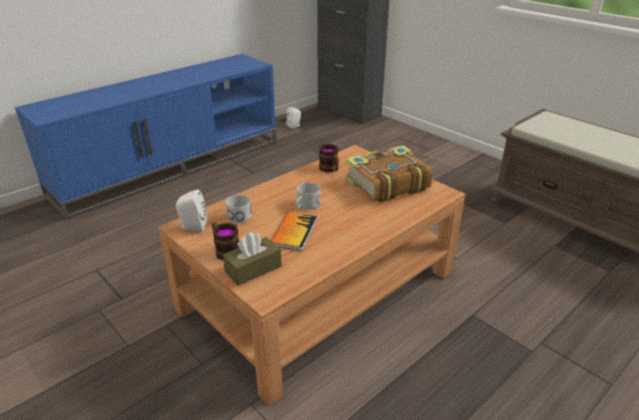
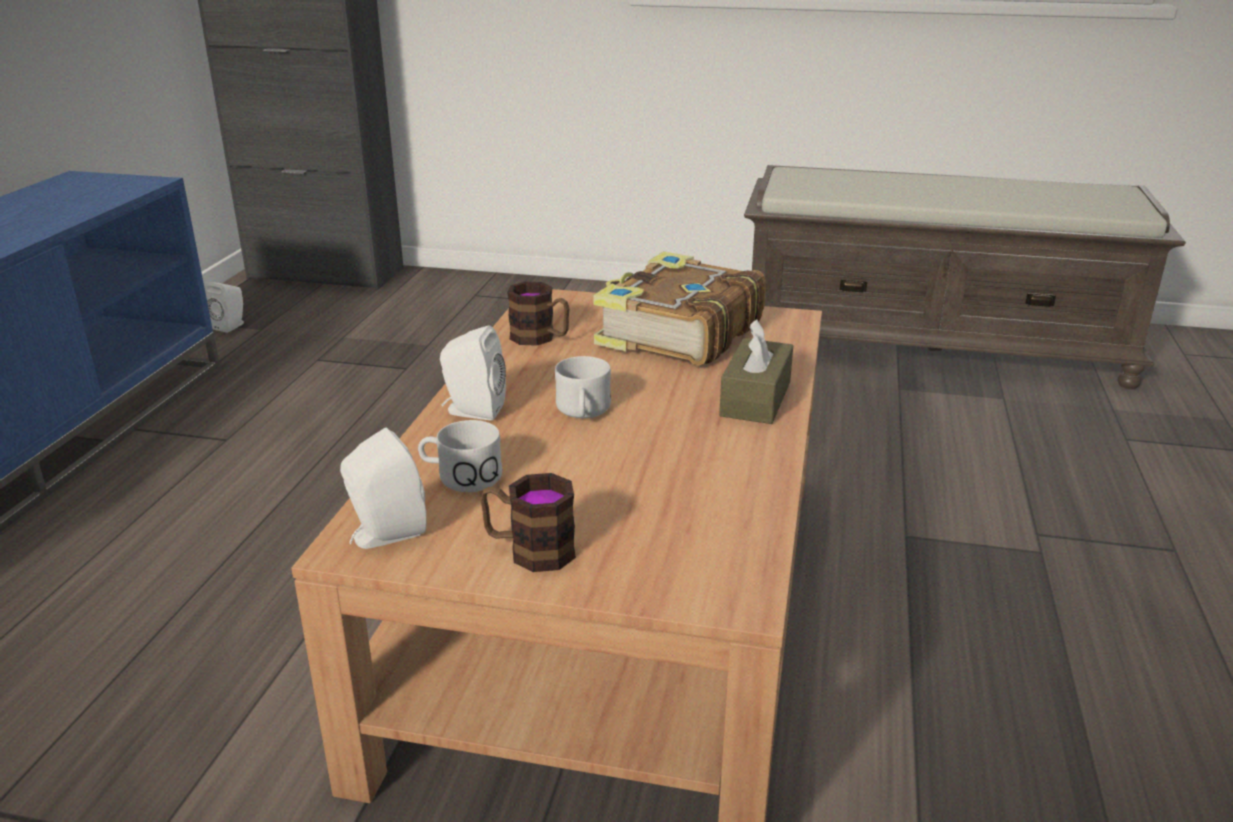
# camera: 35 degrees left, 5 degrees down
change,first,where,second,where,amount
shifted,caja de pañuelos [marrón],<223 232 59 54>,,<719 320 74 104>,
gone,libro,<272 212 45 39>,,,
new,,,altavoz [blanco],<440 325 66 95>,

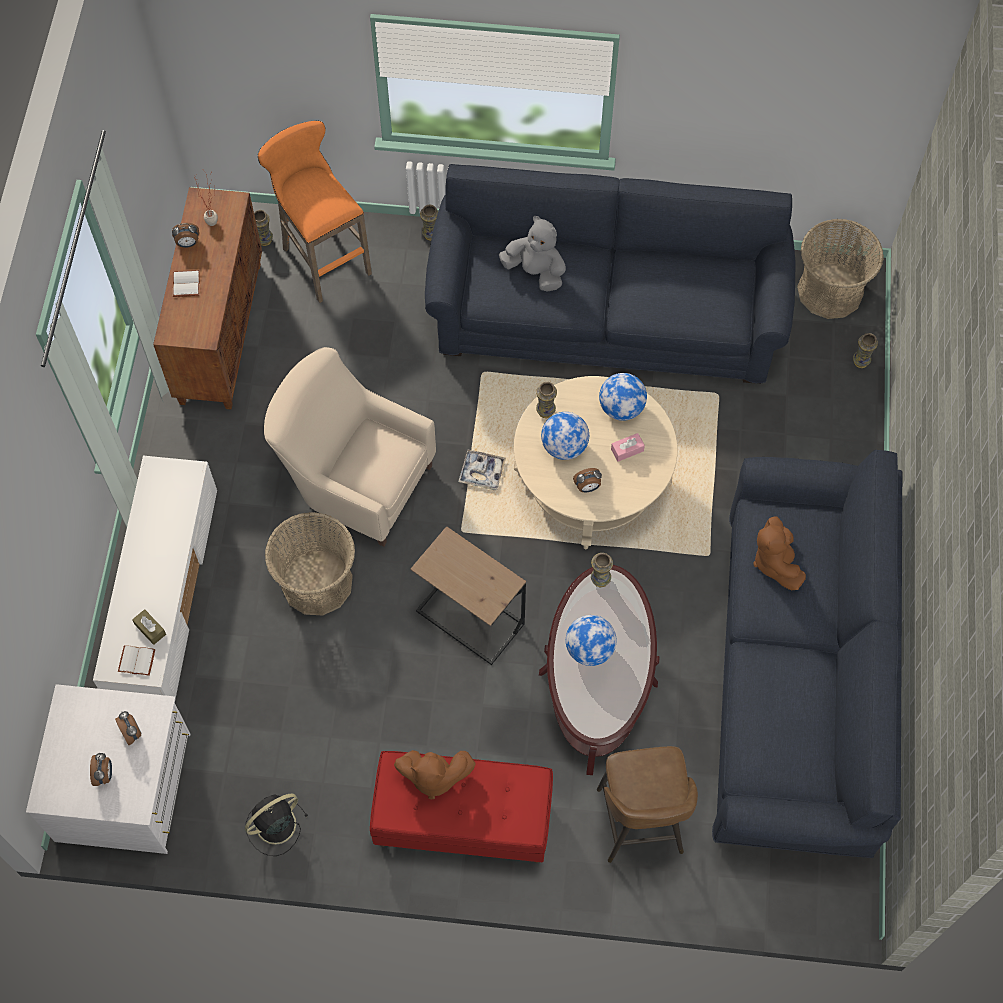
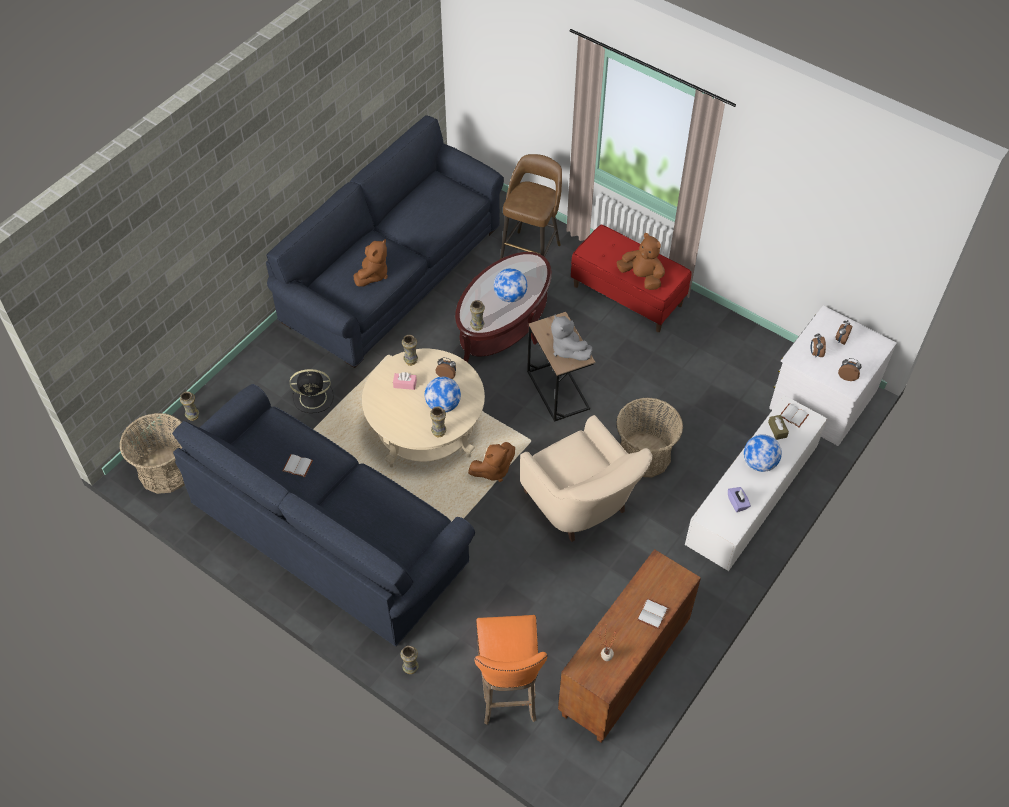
# camera: 150 degrees left, 10 degrees down
change,first,where,second,where,amount
shifted,despertador,<172 223 27 25>,,<838 358 23 23>,
shifted,ventilador [negro],<245 793 63 63>,,<290 369 44 44>,
shifted,florero,<254 210 19 36>,,<402 335 16 31>,
swapped,bandeja,<458 450 48 40>,peluche [marrón],<468 442 47 40>,
shifted,peluche [gris],<499 216 67 75>,,<551 314 42 47>,
shifted,globo terráqueo,<599 373 48 48>,,<744 434 38 38>,
new,,,libro [blanco],<283 454 30 23>,
new,,,caja de pañuelos [morado],<728 487 23 25>,

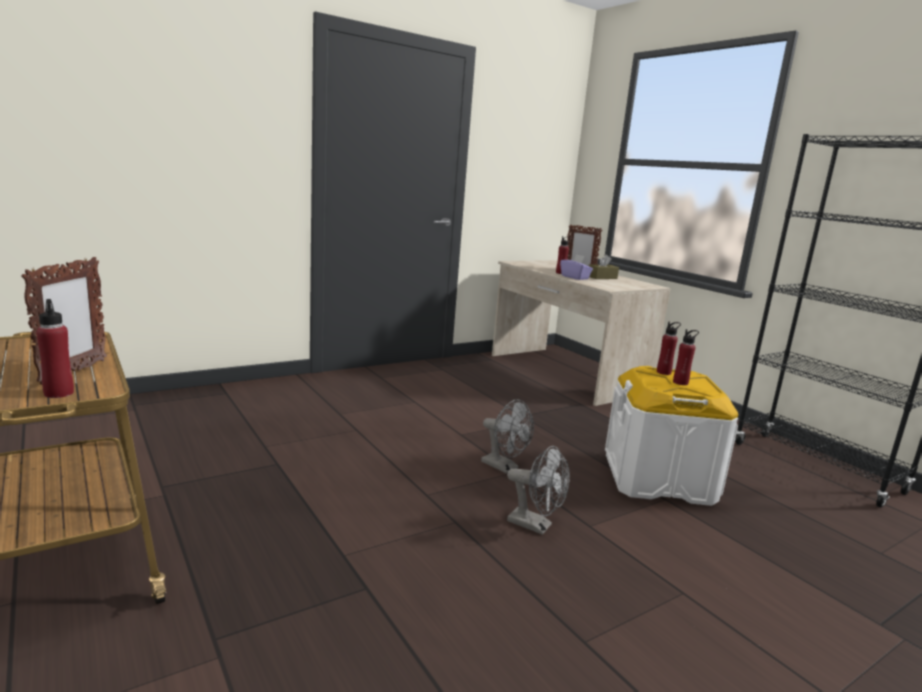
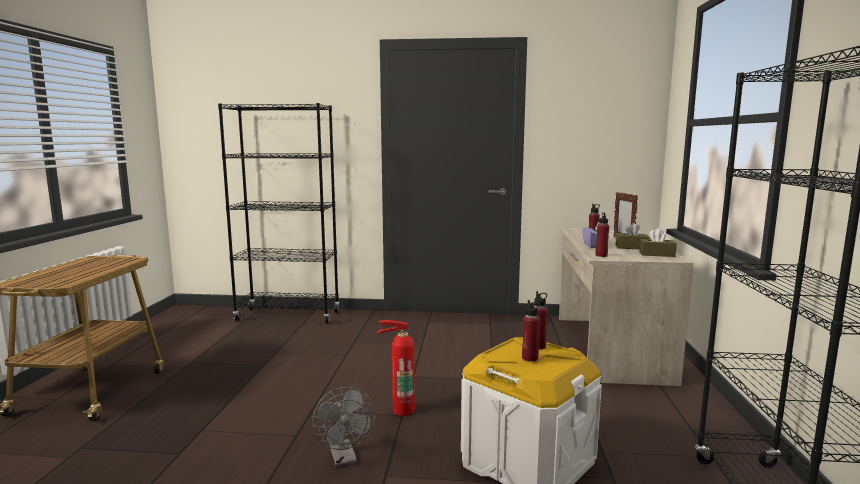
# camera: 40 degrees right, 5 degrees down
change,first,where,second,where,amount
gone,portarretratos,<21 257 86 128>,,,
shifted,botella [rojo],<36 299 38 99>,,<596 212 13 45>,
swapped,ventilador [gris],<481 399 53 75>,extintor,<377 320 38 96>,
new,,,estantería [negro],<218 103 122 221>,
new,,,caja de pañuelos [marrón],<639 228 38 29>,

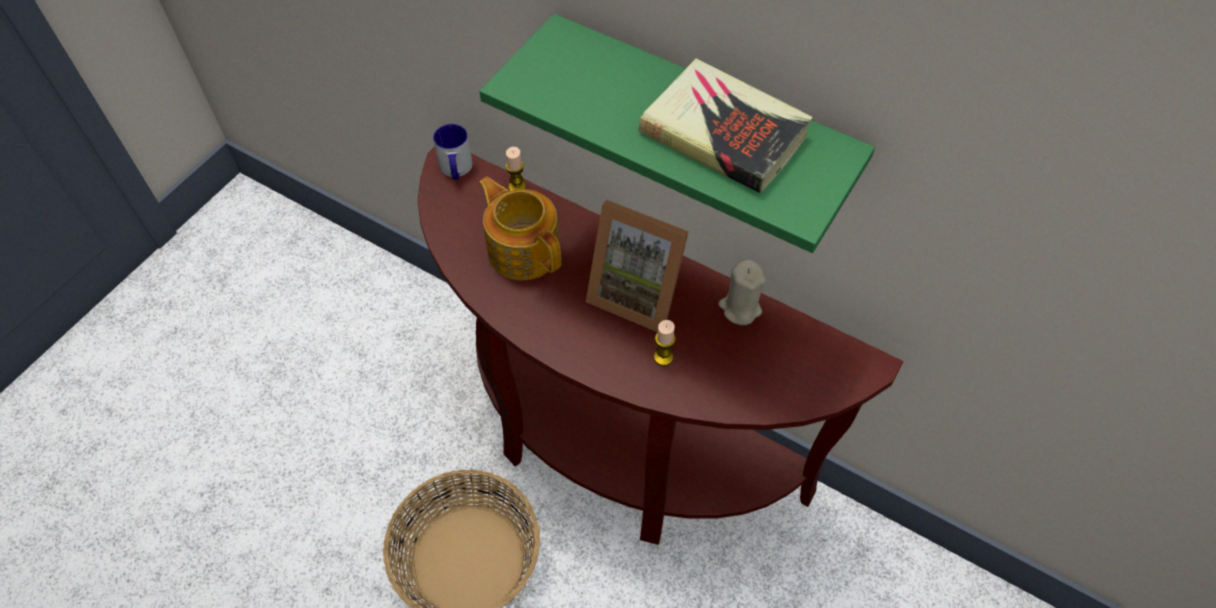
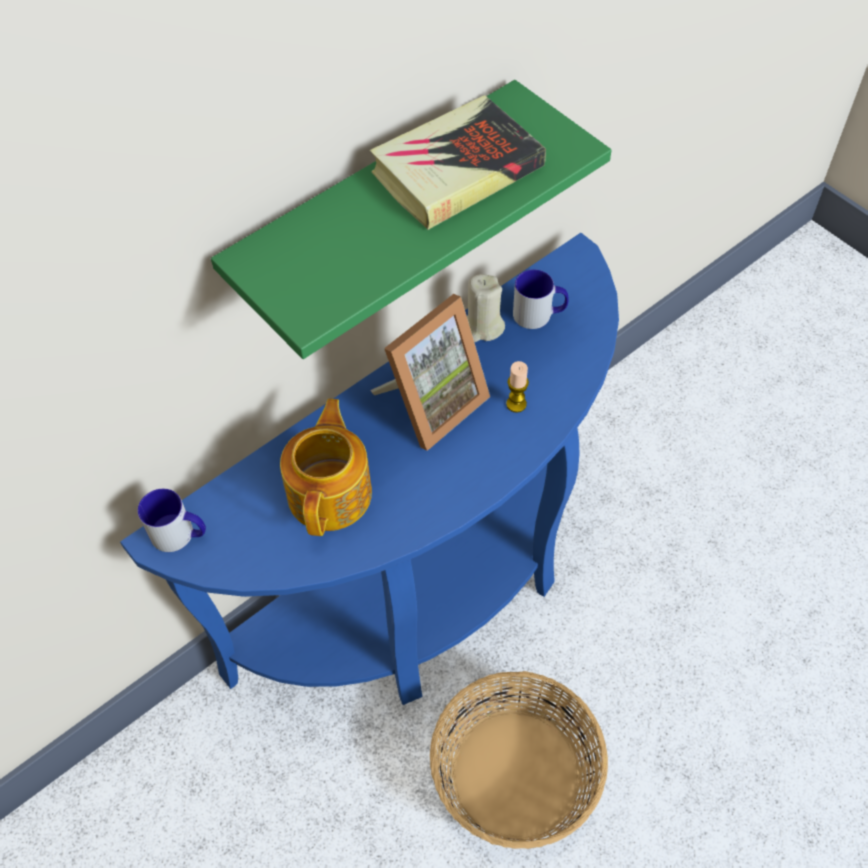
# camera: 70 degrees left, 0 degrees up
change,first,where,second,where,amount
repainted,mesa consola [marrón],<418 146 485 399>,mesa consola [azul],<120 233 499 472>,
rotated,tetera,<479 177 82 103>,,<280 399 92 137>,120 degrees clockwise
gone,vela,<506 147 20 44>,,,
new,,,taza grande,<513 269 56 60>,

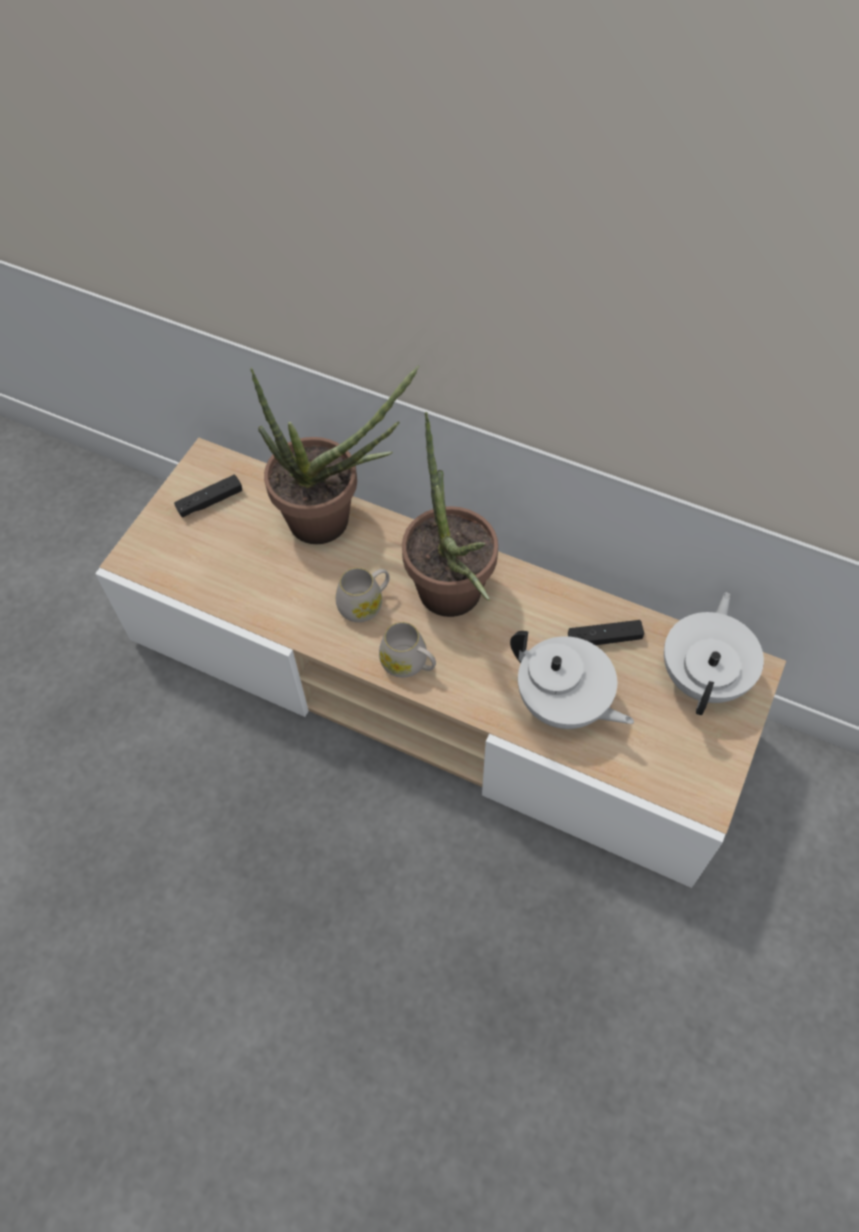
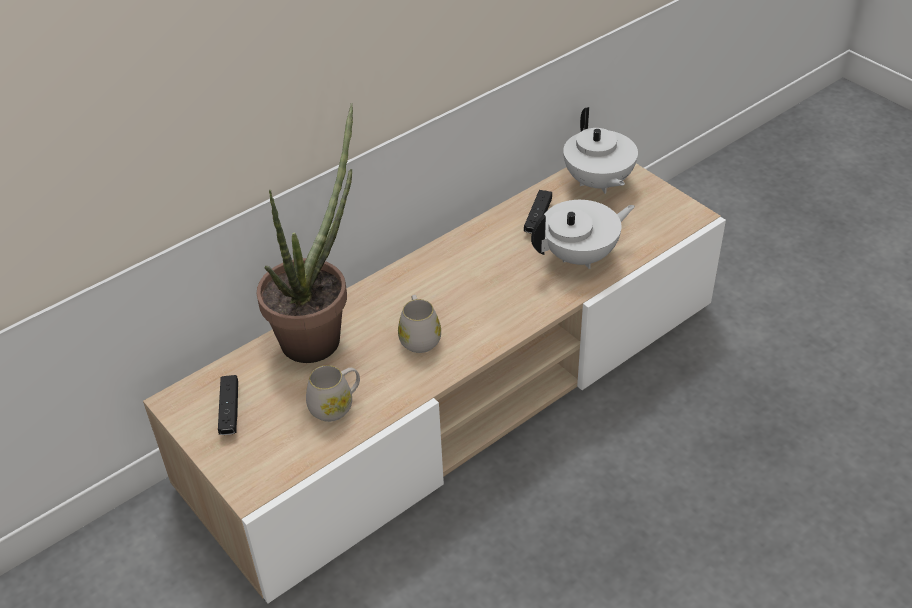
# camera: 65 degrees left, 15 degrees down
change,first,where,second,where,amount
shifted,taza grande [blanco],<379 622 57 56>,,<306 365 54 57>,
gone,planta en maceta,<402 412 96 205>,,,
rotated,tetera [blanco],<664 592 100 123>,,<563 107 75 87>,150 degrees counterclockwise

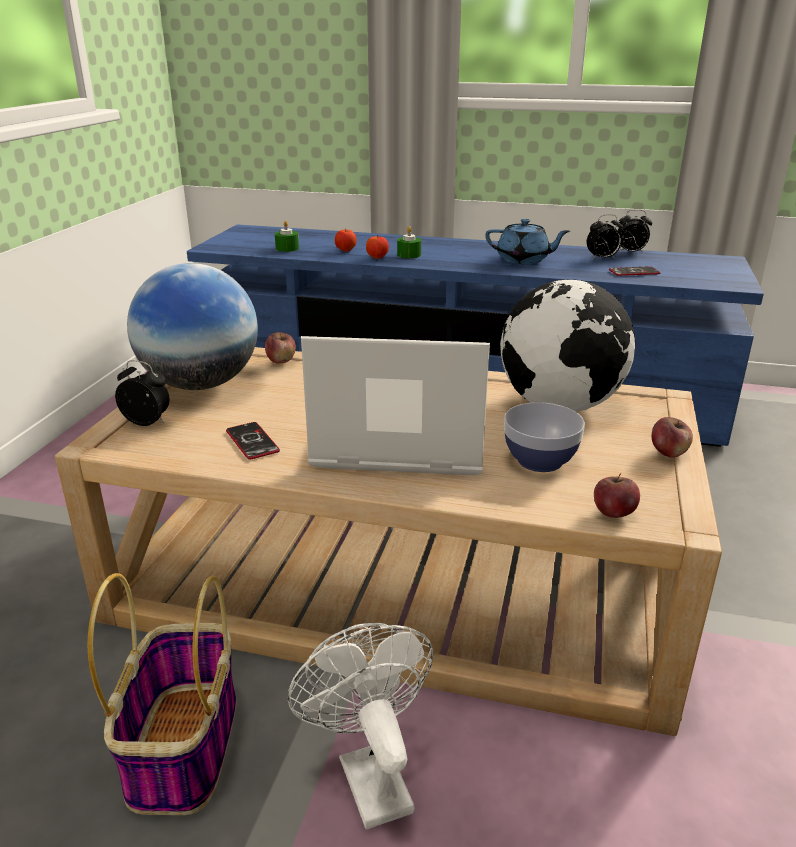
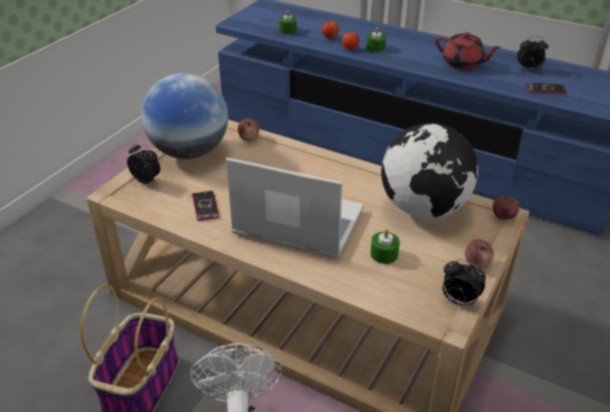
# camera: 15 degrees right, 10 degrees up
change,first,where,second,where,amount
repainted,tetera [azul],<485 219 85 45>,tetera [rojo],<435 32 66 38>,
swapped,cuenco,<504 402 81 70>,vela [verde],<370 229 30 35>,
shifted,manzana,<594 473 46 45>,,<493 195 26 25>,
shifted,despertador,<618 210 34 44>,,<442 260 44 47>,

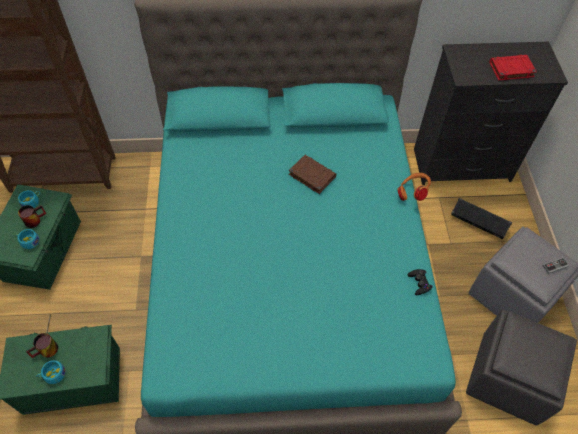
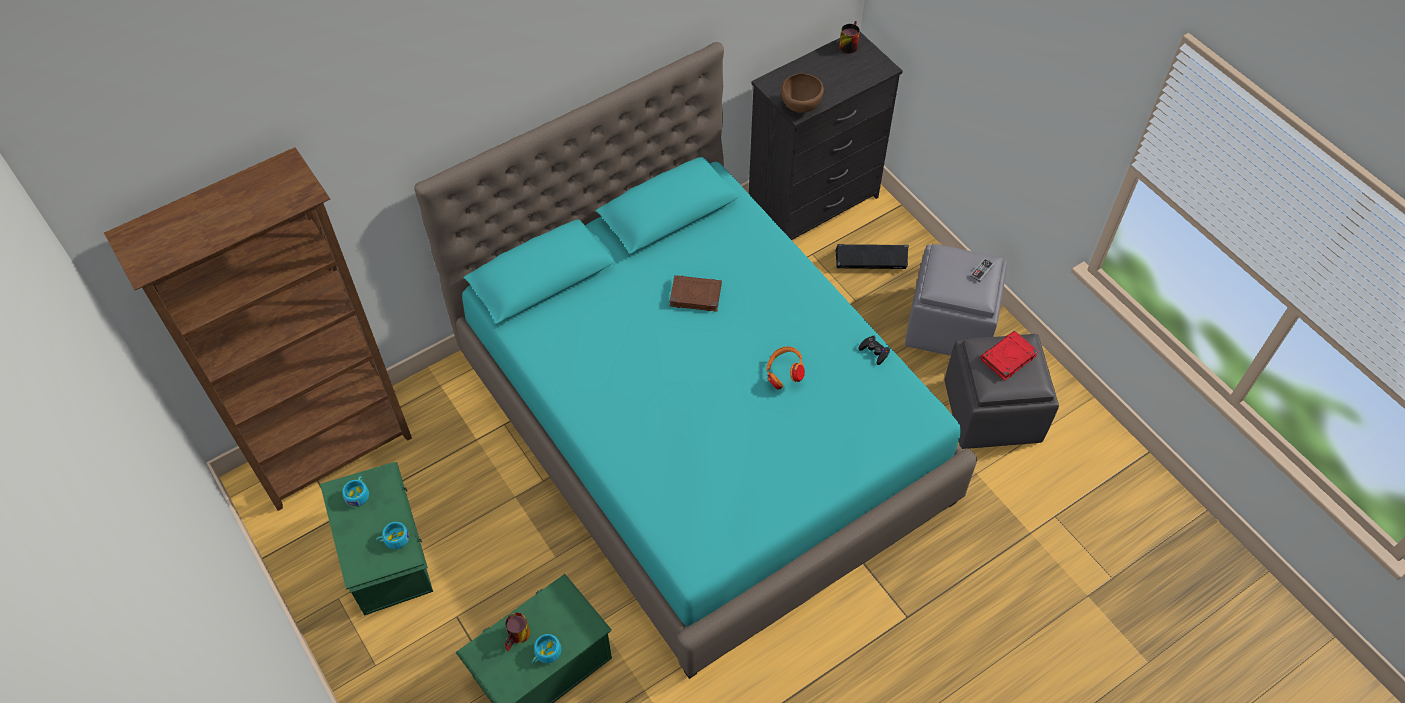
# camera: 30 degrees left, 0 degrees up
change,first,where,second,where,amount
shifted,taza grande,<18 205 28 23>,,<839 21 21 32>,
shifted,auriculares [naranja],<397 173 34 28>,,<767 346 38 44>,
shifted,libro [rojo],<490 55 47 26>,,<980 331 59 50>,
new,,,cuenco [marrón],<781 73 43 40>,

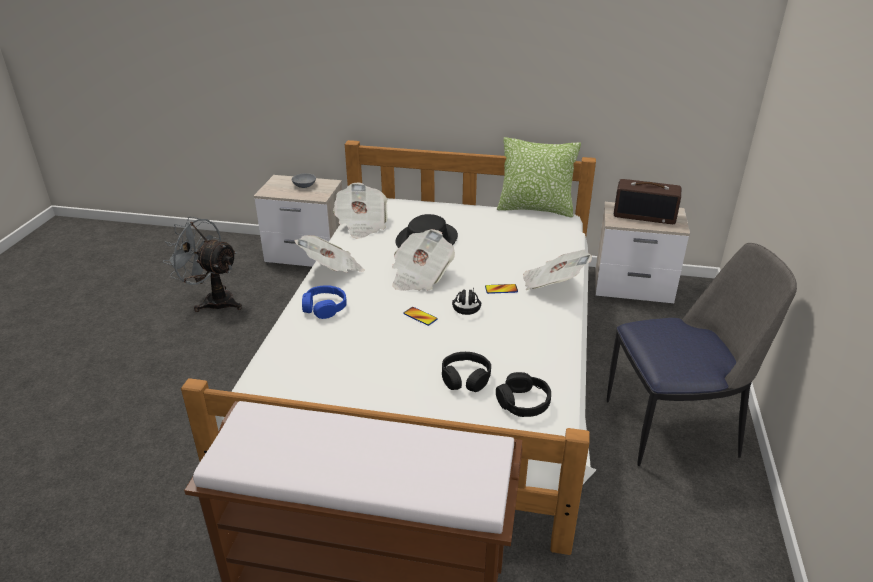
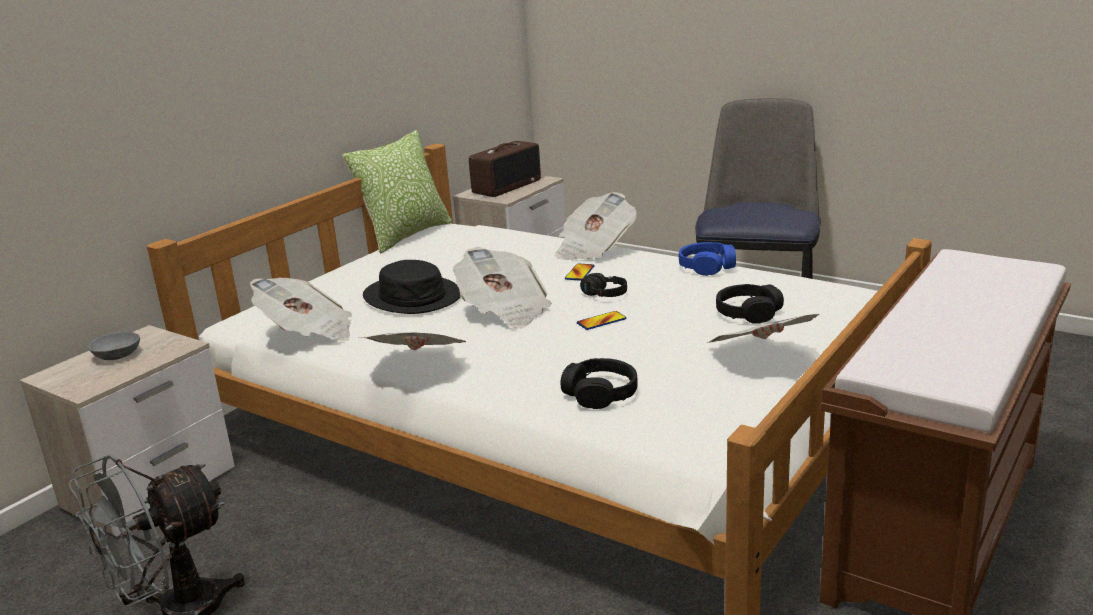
# camera: 65 degrees left, 10 degrees down
change,first,where,second,where,amount
shifted,auriculares [azul],<302 285 44 34>,,<679 242 57 34>,
shifted,auriculares [negro],<496 372 55 45>,,<561 358 77 51>,
new,,,periódico,<707 314 113 29>,

